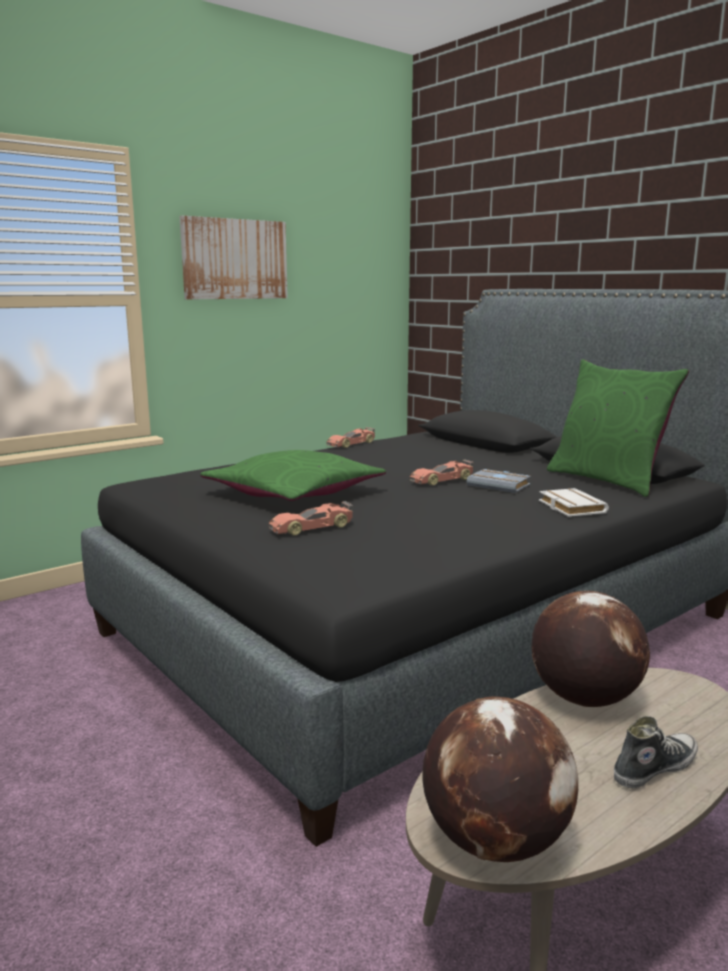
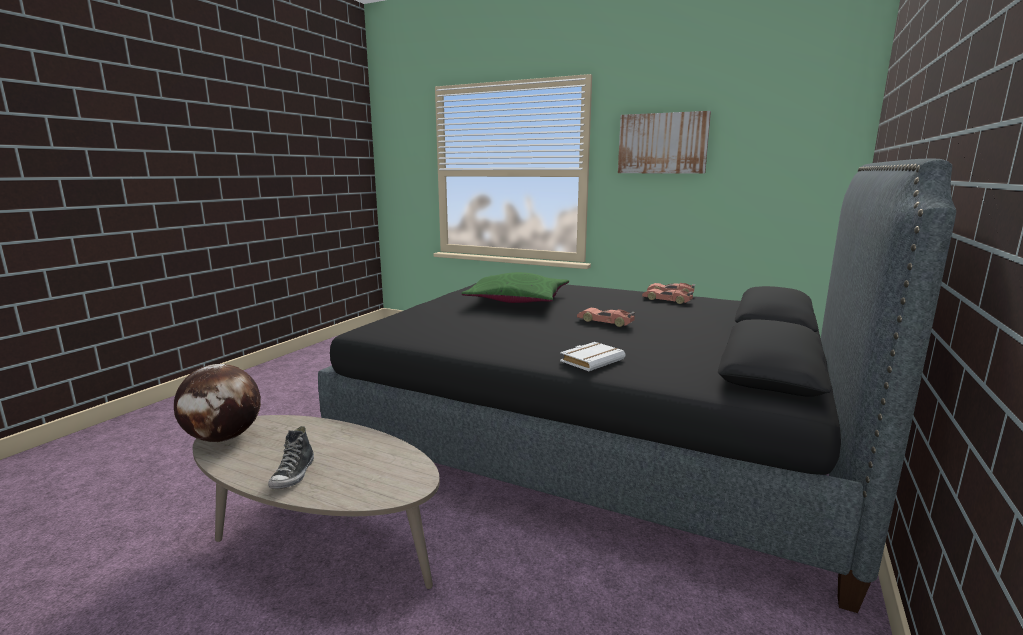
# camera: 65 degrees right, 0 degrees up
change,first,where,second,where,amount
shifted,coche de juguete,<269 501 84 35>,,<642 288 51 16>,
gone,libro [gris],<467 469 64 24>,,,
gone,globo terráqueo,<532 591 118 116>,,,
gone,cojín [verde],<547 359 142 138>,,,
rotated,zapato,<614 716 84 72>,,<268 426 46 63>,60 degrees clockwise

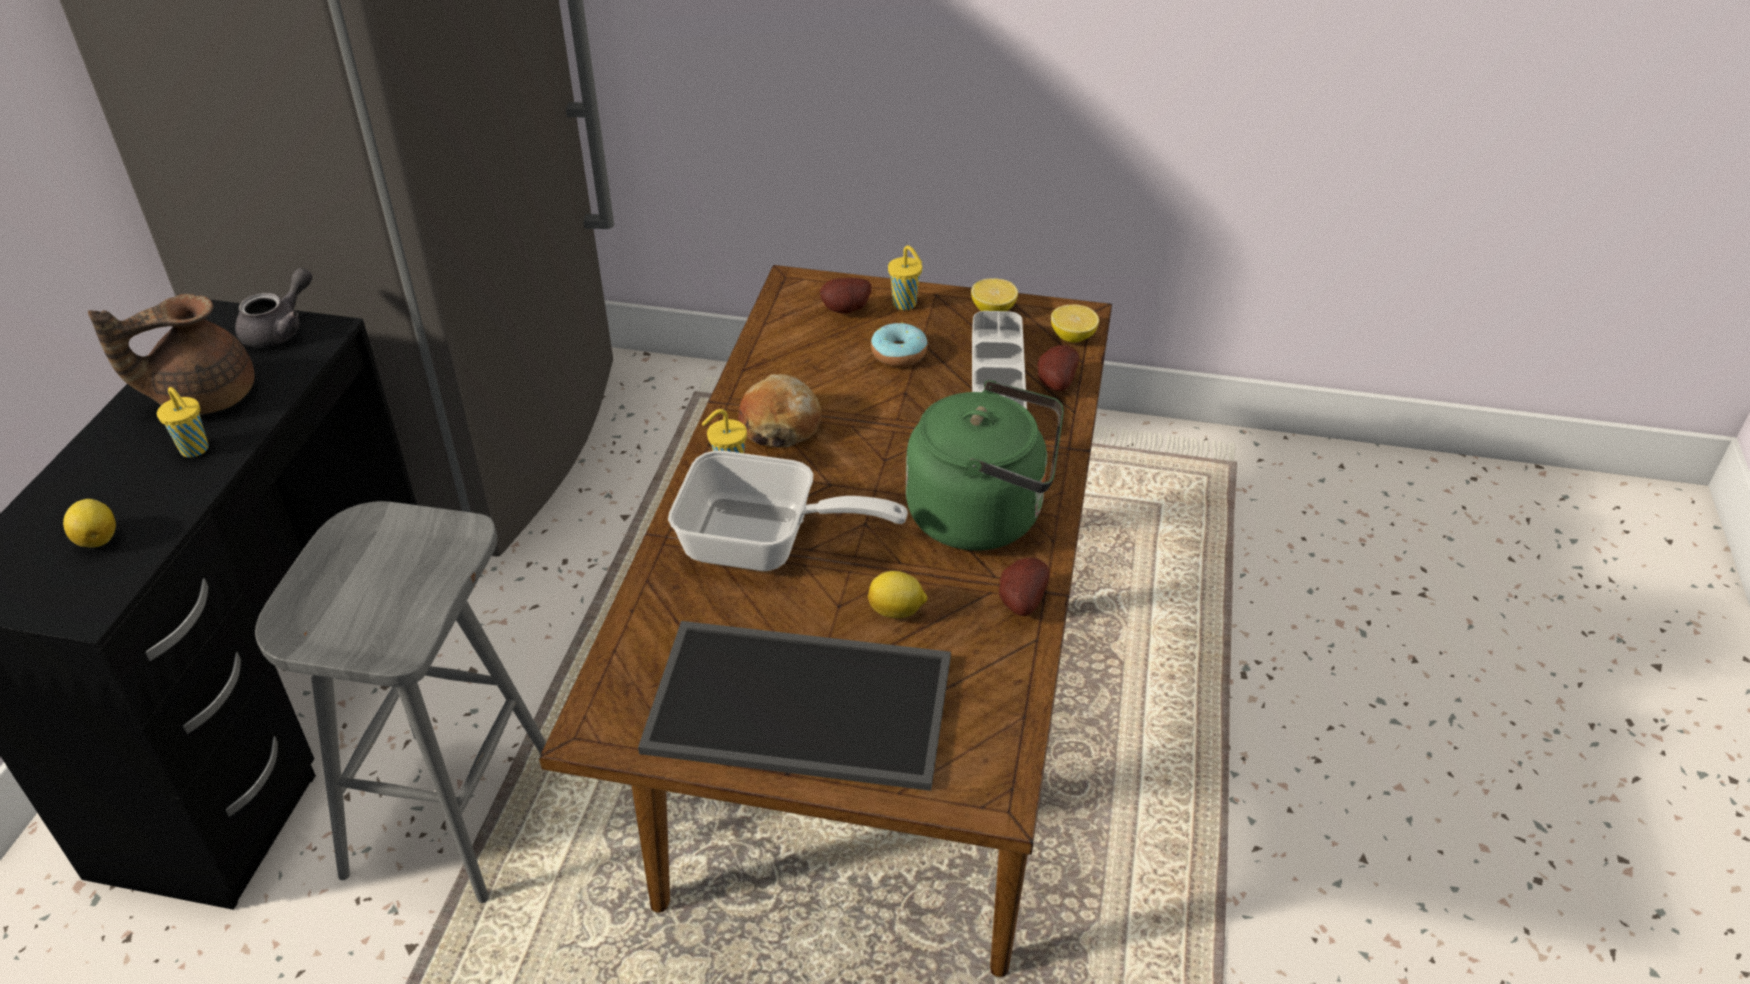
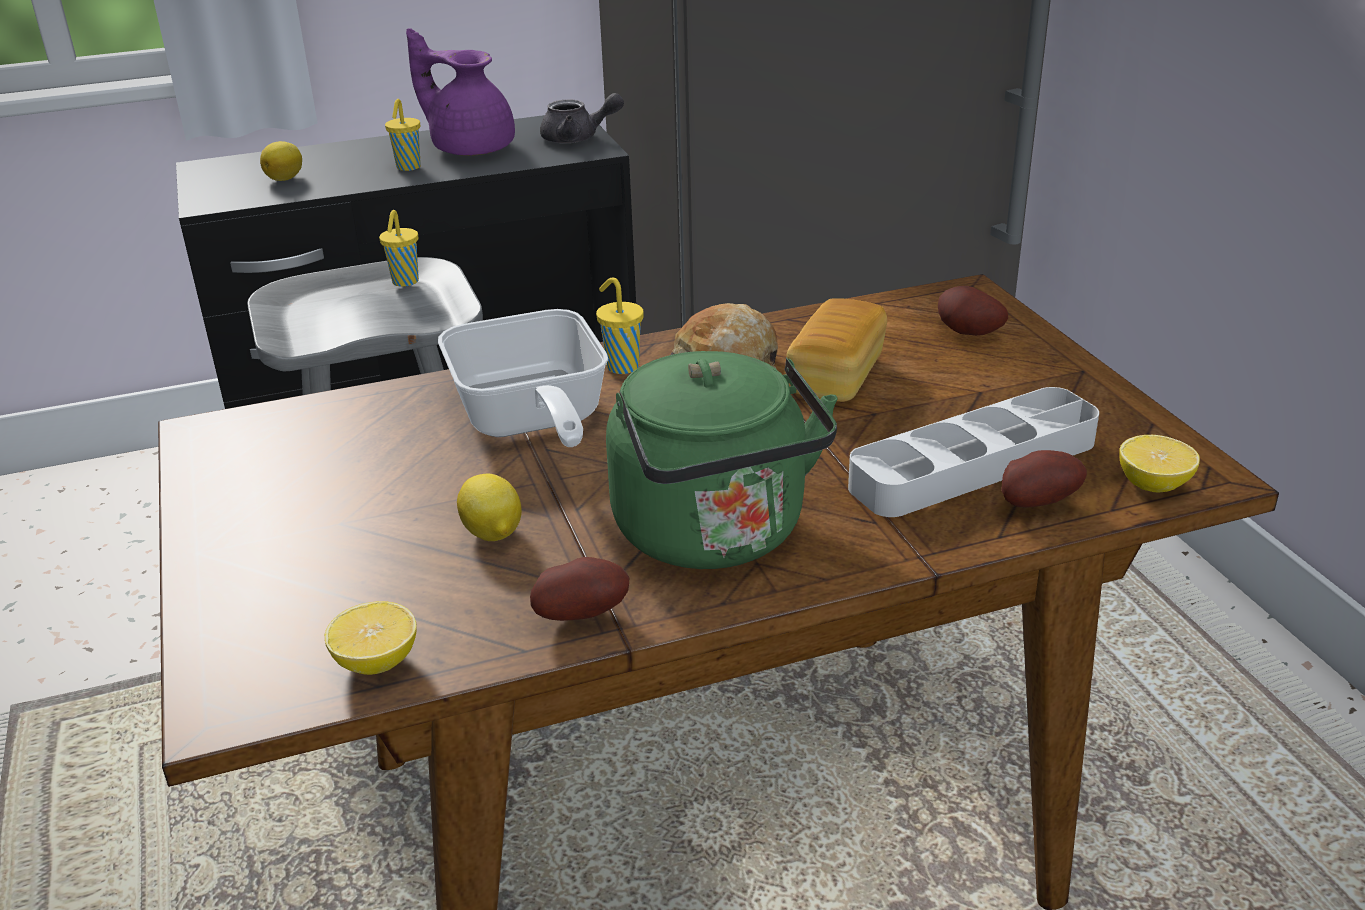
# camera: 60 degrees right, 10 degrees down
change,first,where,second,where,amount
repainted,tetera [marrón],<88 294 167 121>,tetera [morado],<406 28 109 128>,
gone,bandeja,<638 621 313 170>,,,
gone,rosquilla,<871 322 56 45>,,,
shifted,taza [amarillo],<888 245 34 65>,,<379 210 40 77>,
shifted,limón,<971 278 47 33>,,<325 601 92 74>,
new,,,pan,<787 298 100 104>,

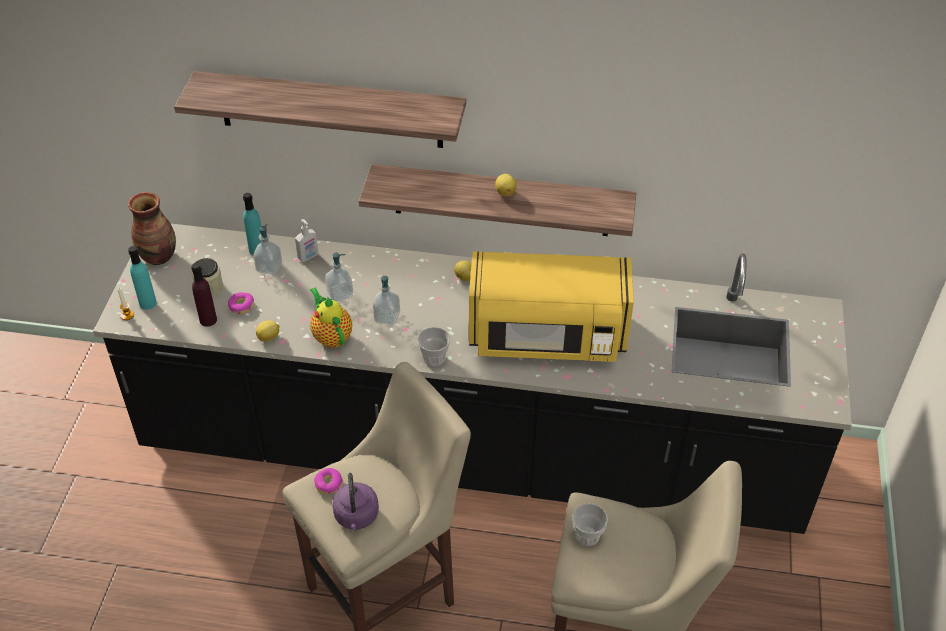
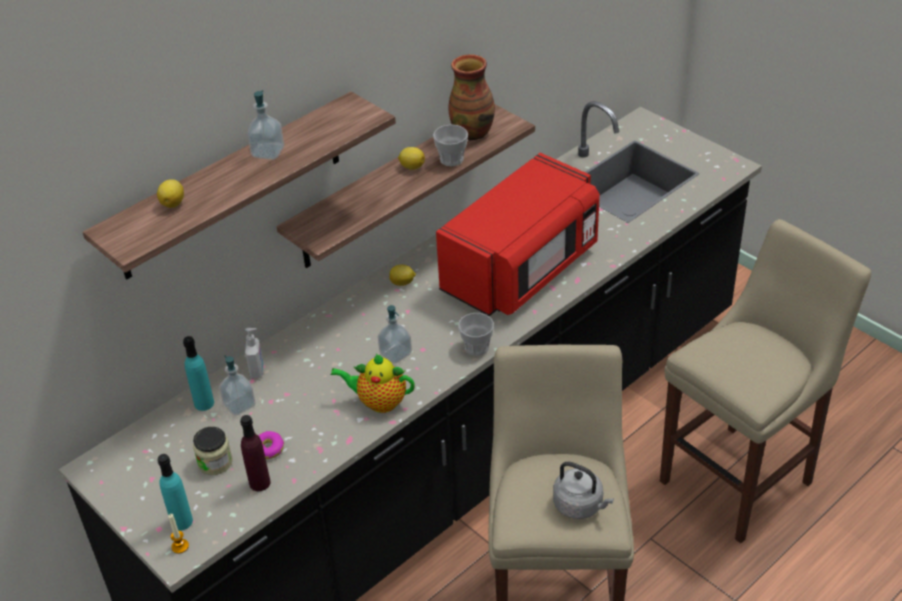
# camera: 50 degrees left, 5 degrees down
change,first,where,second,where,amount
shifted,florero,<128 192 48 73>,,<449 54 46 86>,
shifted,limón,<256 321 24 21>,,<157 180 27 28>,
gone,rosquilla,<314 468 29 26>,,,
shifted,dispensador de jabón,<325 253 28 49>,,<247 90 37 70>,
repainted,hervidor [morado],<332 473 47 57>,hervidor [gris],<553 462 61 57>,
repainted,microondas [amarillo],<469 251 165 111>,microondas [rojo],<436 153 164 163>,
shifted,taza,<572 504 36 42>,,<433 124 35 43>,

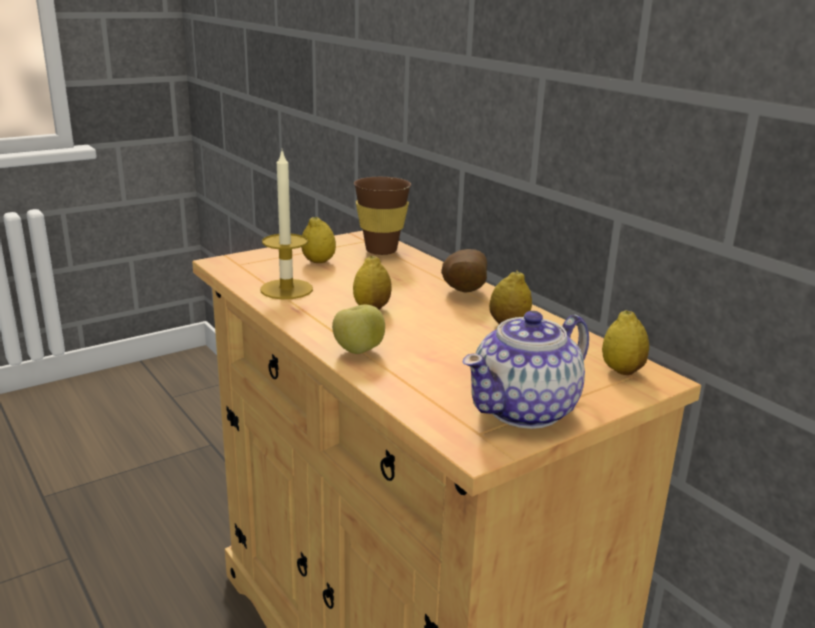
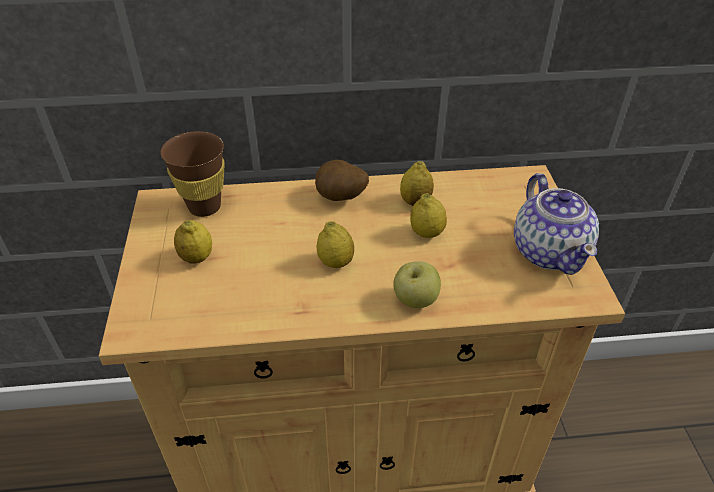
# camera: 60 degrees left, 20 degrees up
change,first,where,second,where,amount
gone,vela,<261 151 52 148>,,,
shifted,limón,<602 311 47 64>,,<410 193 37 45>,

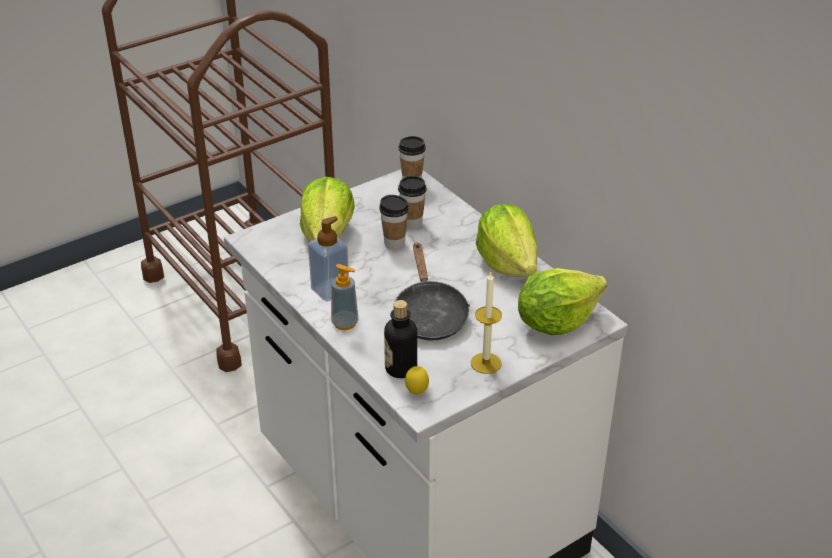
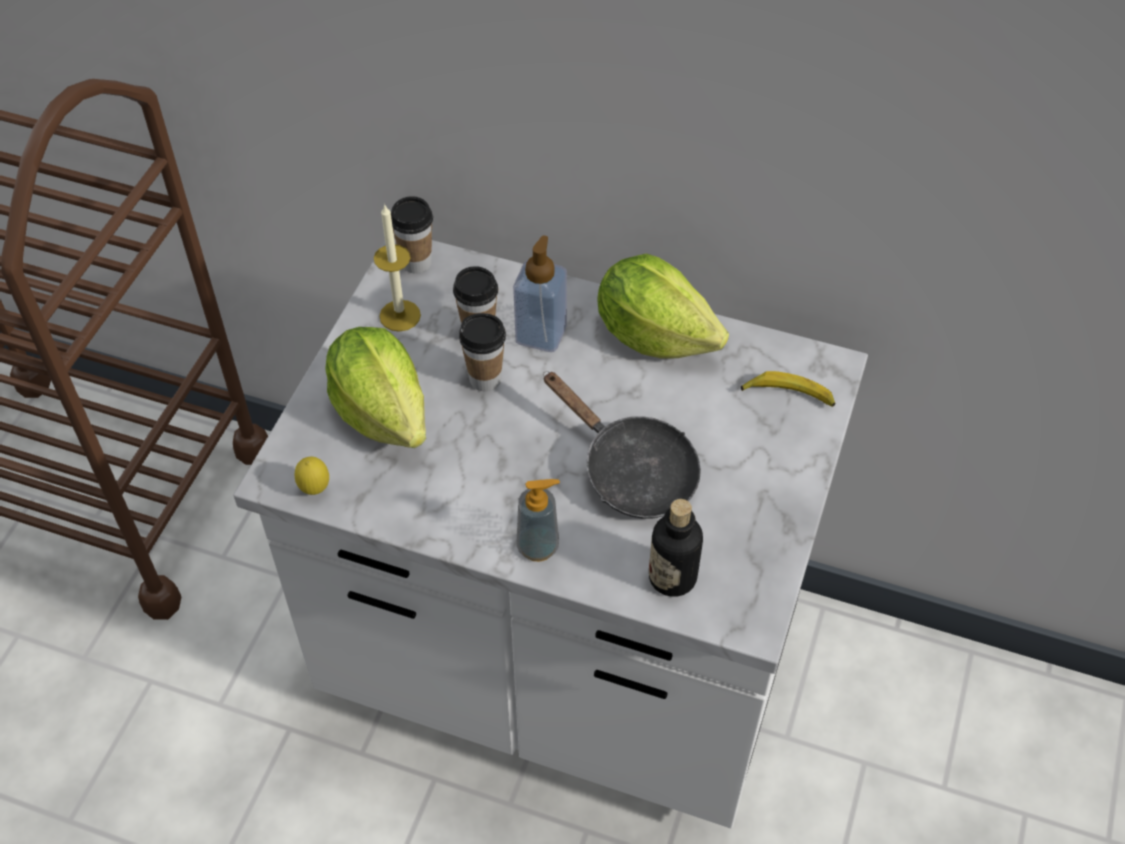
# camera: 35 degrees left, 15 degrees up
change,first,where,second,where,amount
shifted,dispensador de jabón,<308 216 41 86>,,<513 235 54 117>,
shifted,limón,<405 366 24 28>,,<294 457 35 38>,
shifted,vela,<471 272 31 102>,,<374 205 47 127>,
swapped,lechuga,<518 268 89 67>,plátano,<741 371 95 36>,

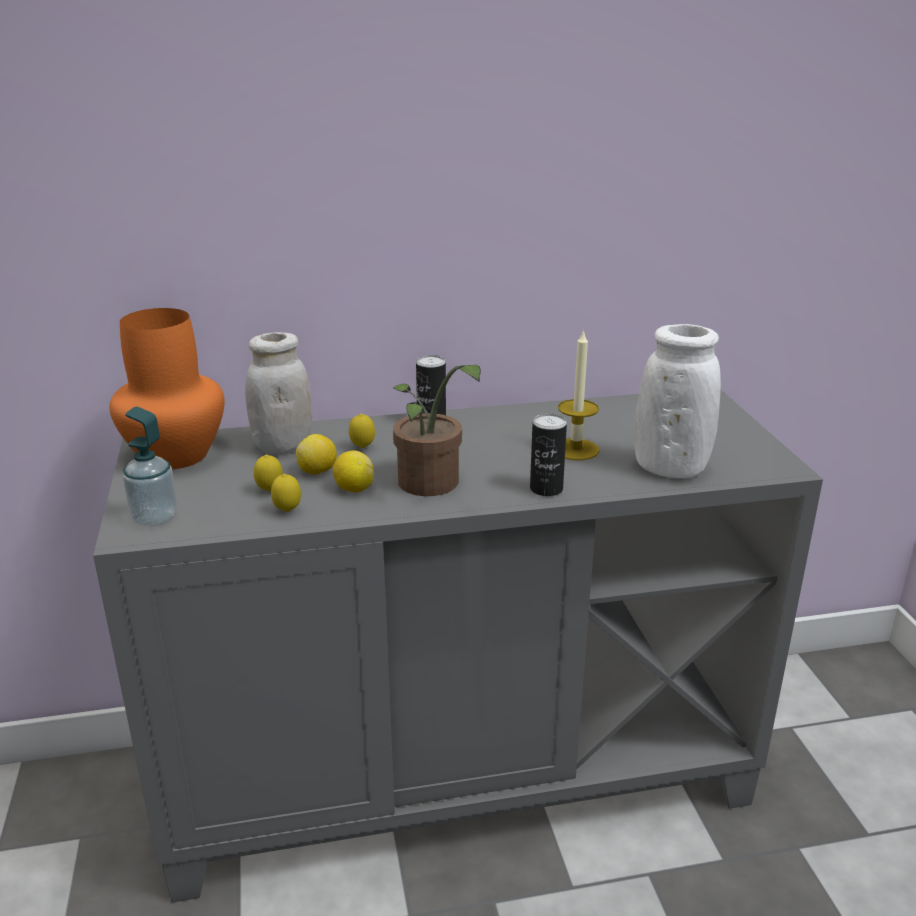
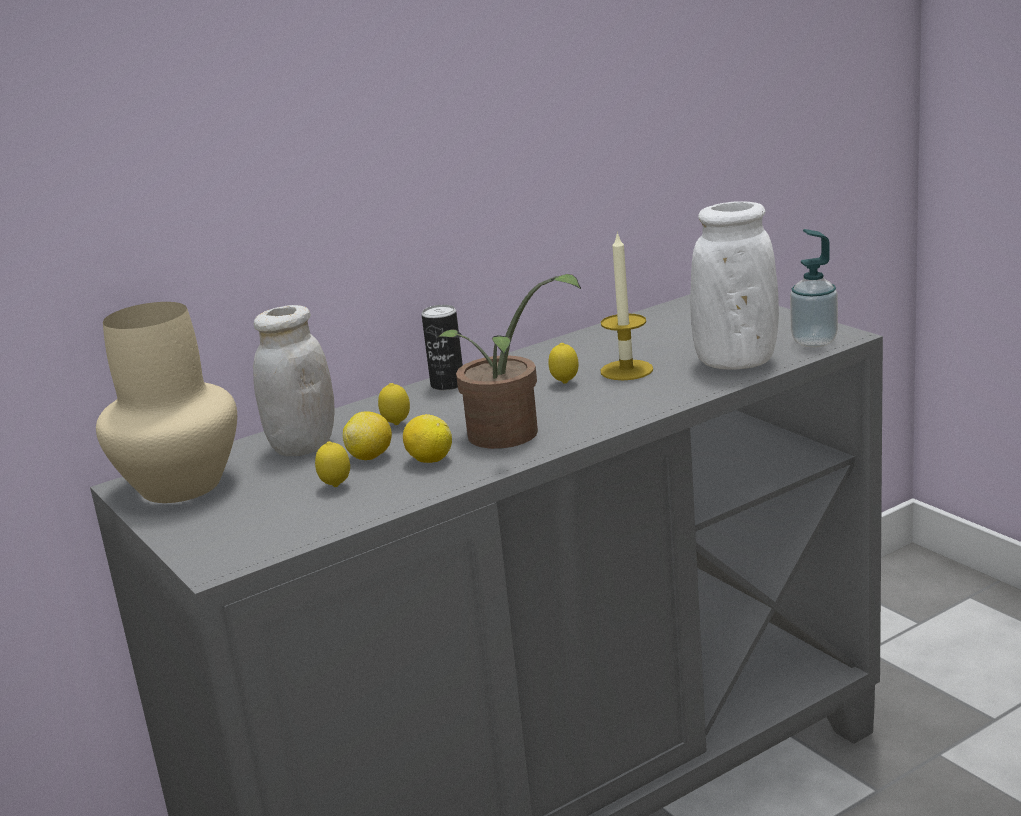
# camera: 20 degrees left, 5 degrees down
change,first,where,second,where,amount
repainted,florero [naranja],<109 308 115 161>,florero [beis],<96 302 141 201>,
shifted,dispensador de jabón,<123 407 55 120>,,<790 229 48 118>,
shifted,limón,<271 474 30 38>,,<548 343 31 41>,
gone,lata,<530 413 37 83>,,,

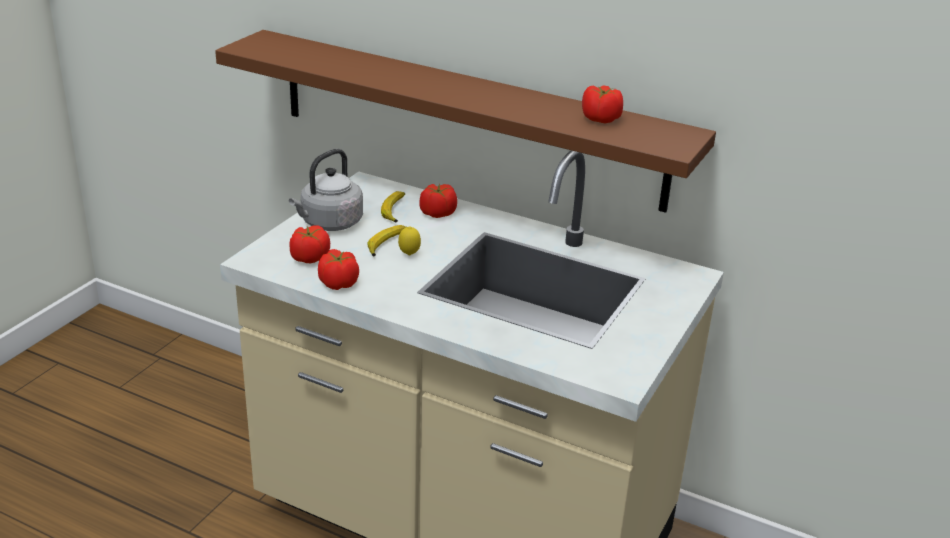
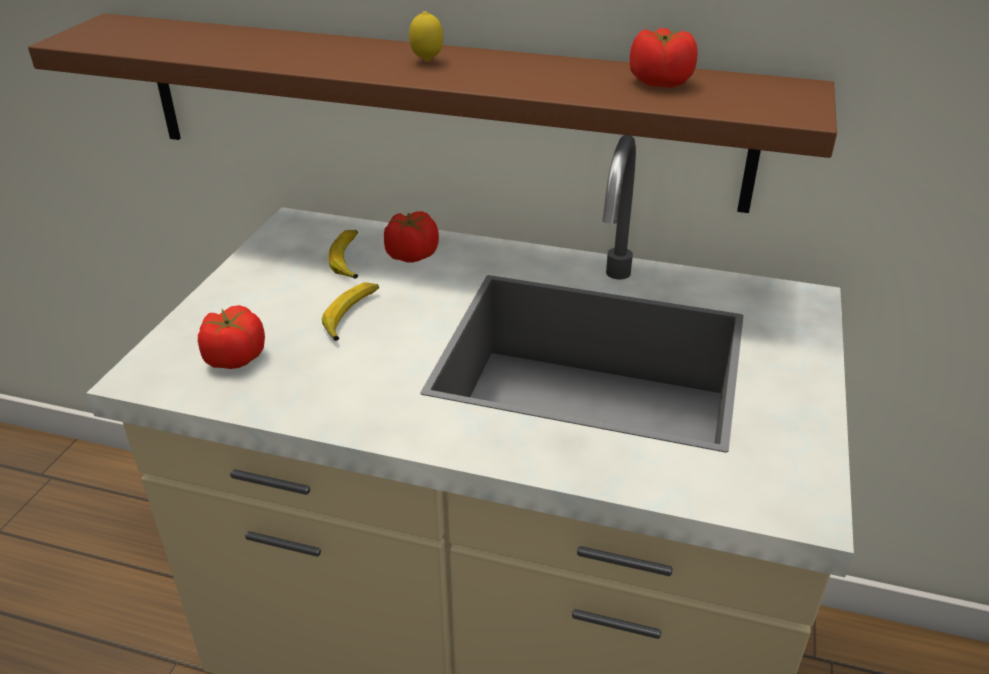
# camera: 10 degrees left, 5 degrees up
change,first,where,second,where,amount
gone,hervidor [gris],<289 149 74 82>,,,
gone,tomate,<318 249 41 41>,,,
shifted,limón,<398 226 23 29>,,<409 11 34 51>,

